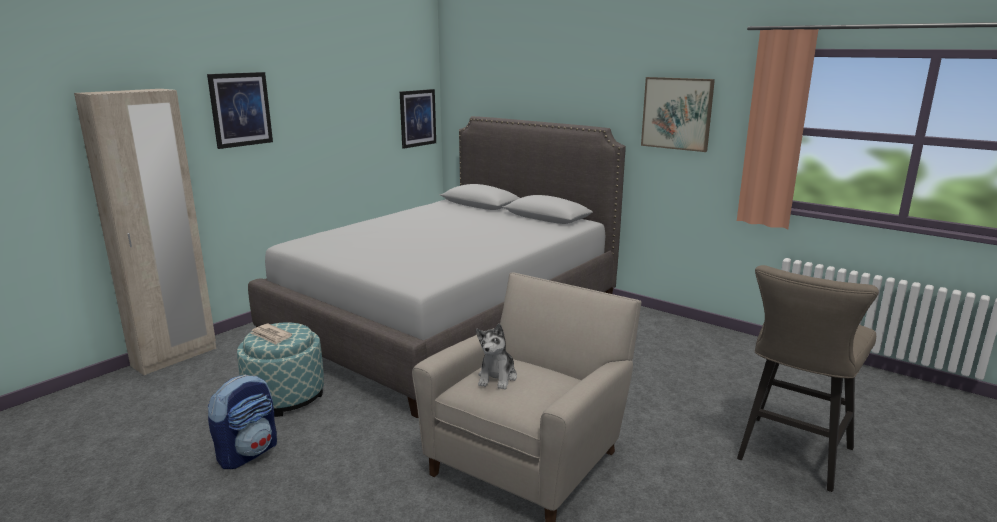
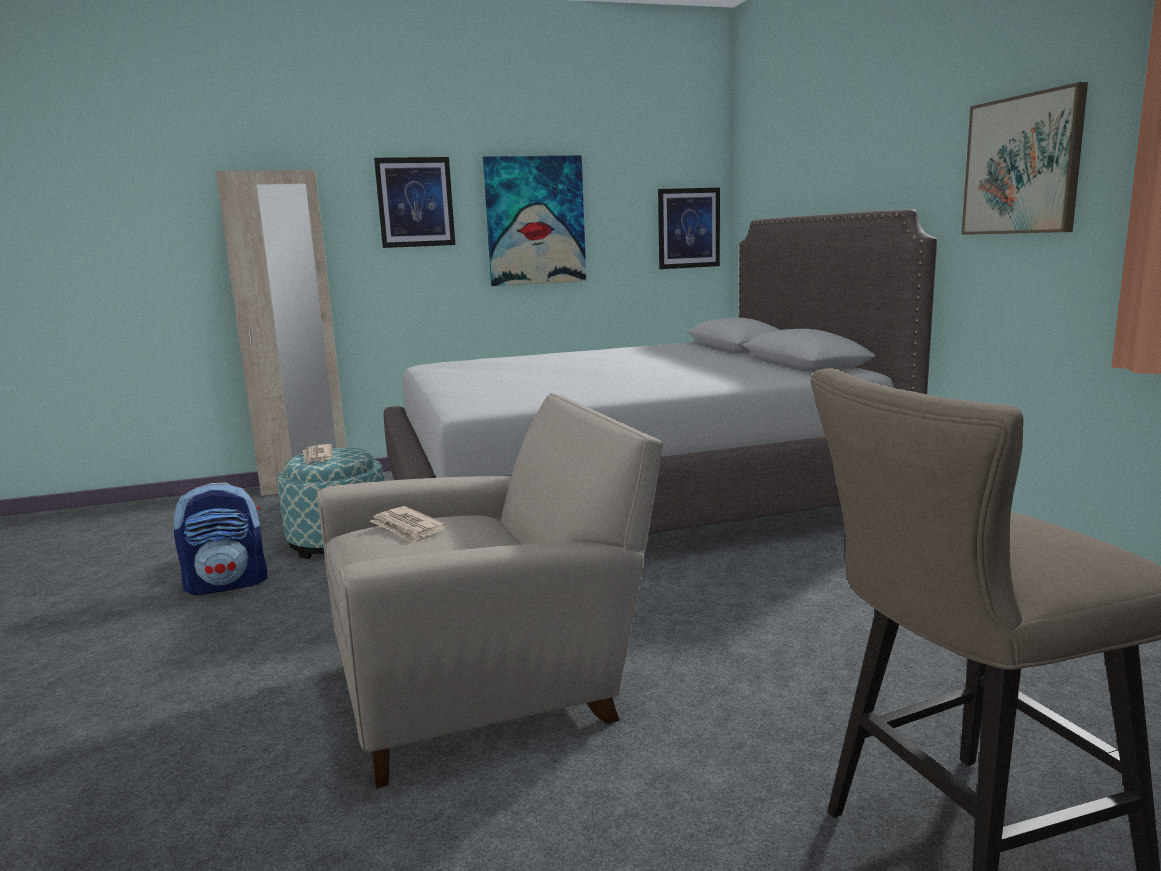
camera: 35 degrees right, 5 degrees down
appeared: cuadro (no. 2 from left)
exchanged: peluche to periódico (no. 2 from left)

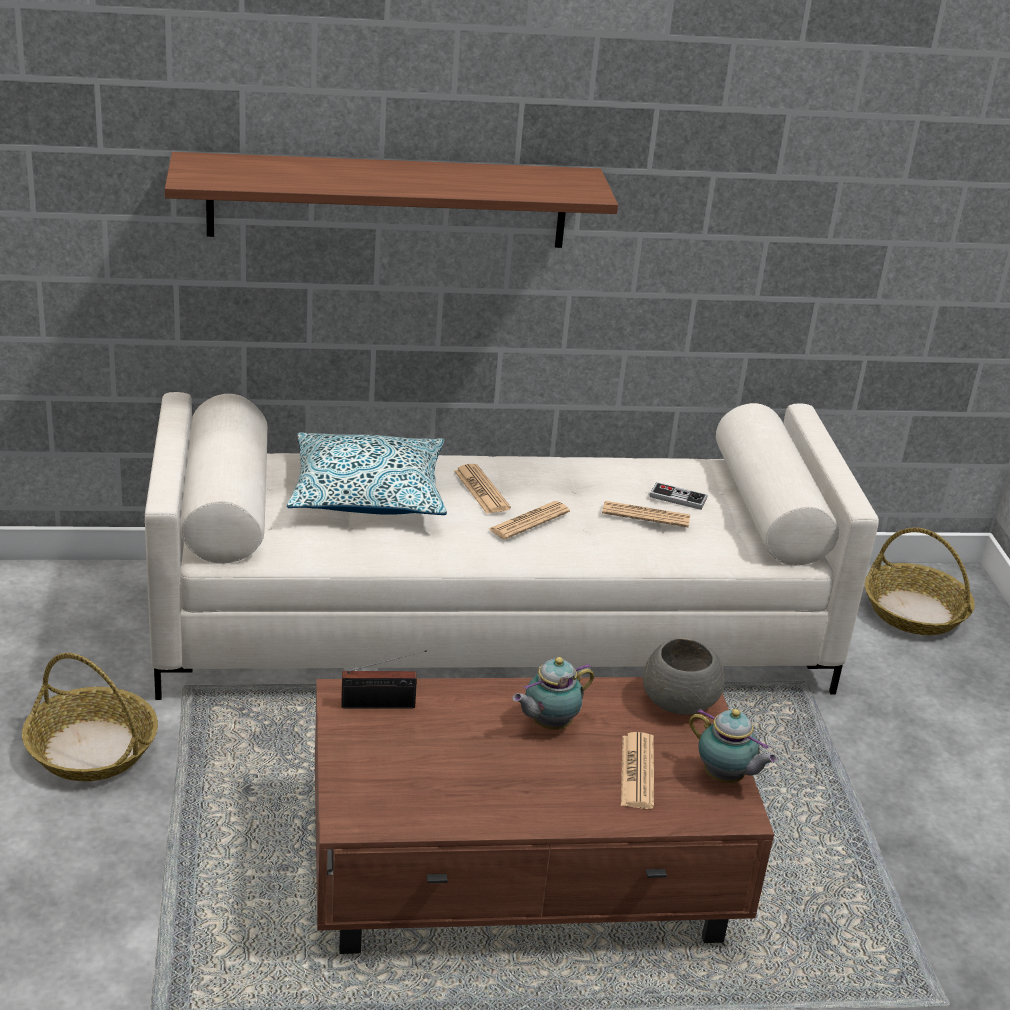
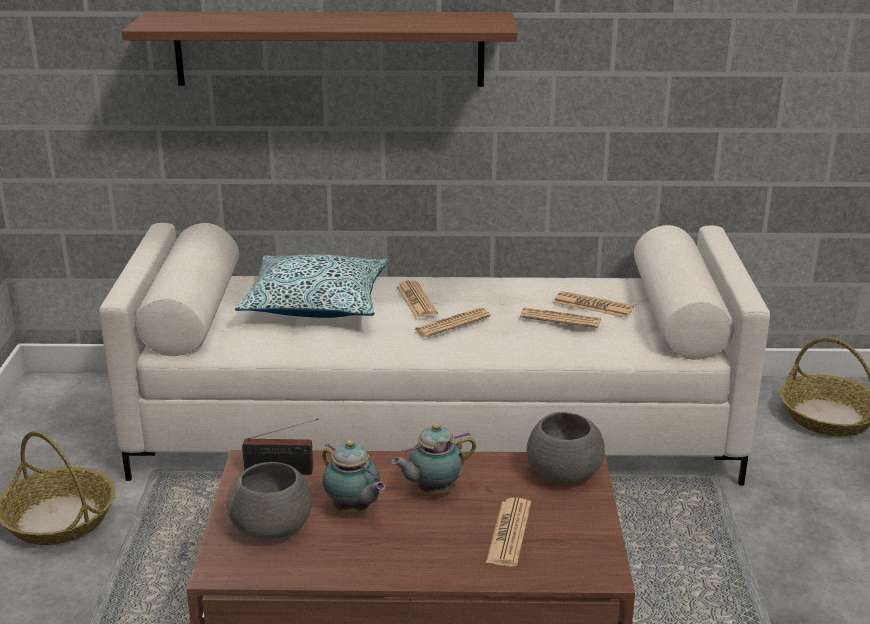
camera: 10 degrees right, 5 degrees down
appeared: cuenco/gris (no. 1 from left)
relocated: tetera (no. 2 from left in the first image) to tetera (no. 1 from left)
exchanged: mando de consola to periódico (no. 5 from left)

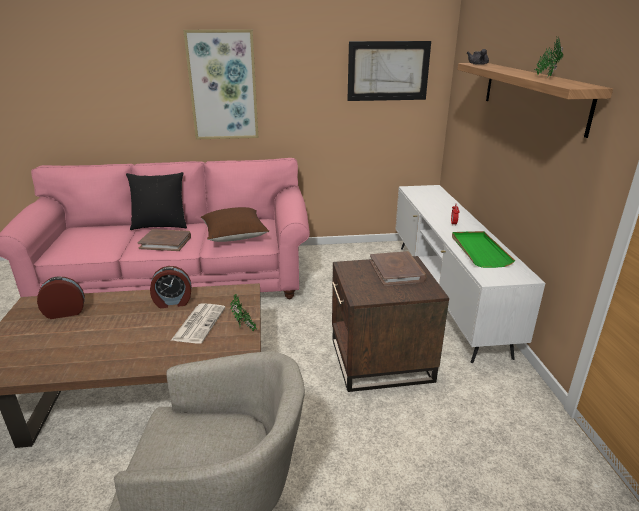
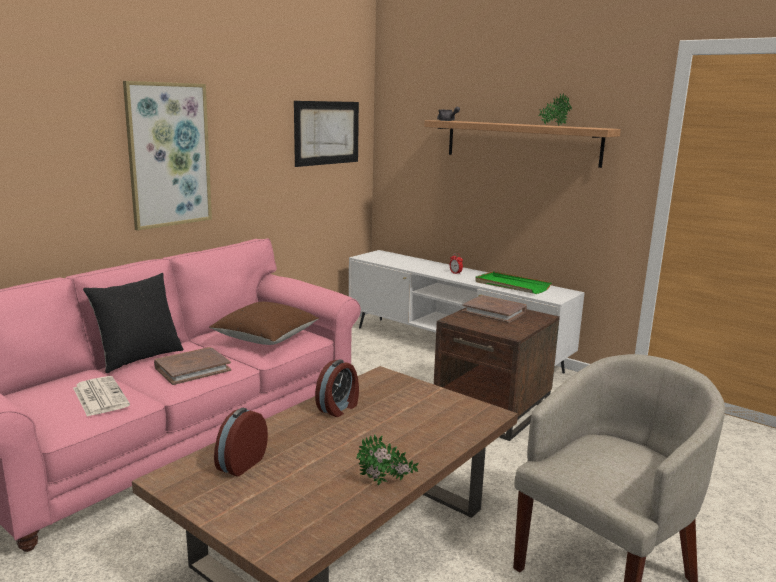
camera: 45 degrees left, 10 degrees down
relocated: periódico; planta en maceta (no. 1 from left)

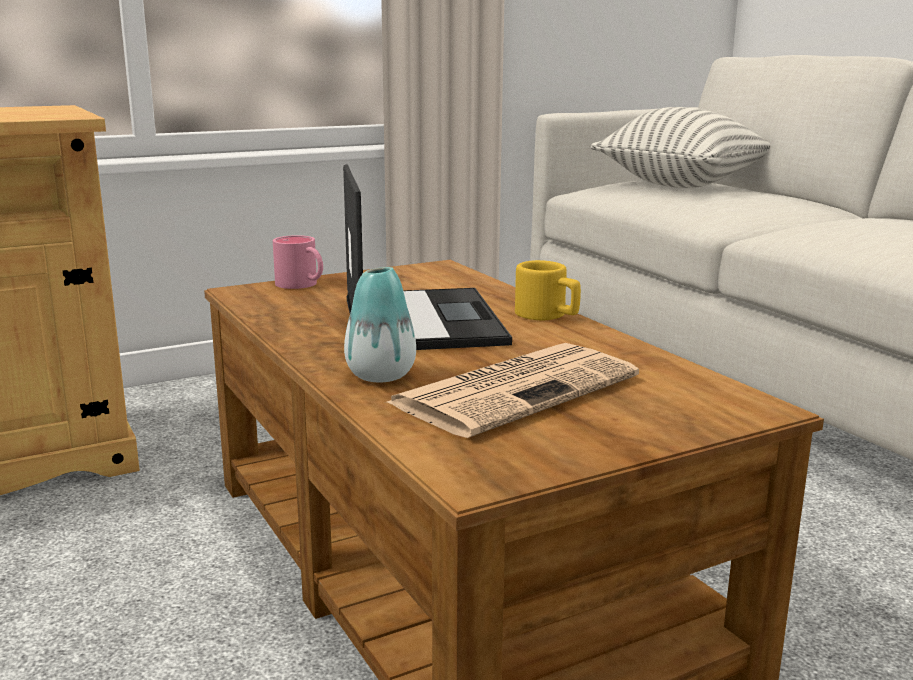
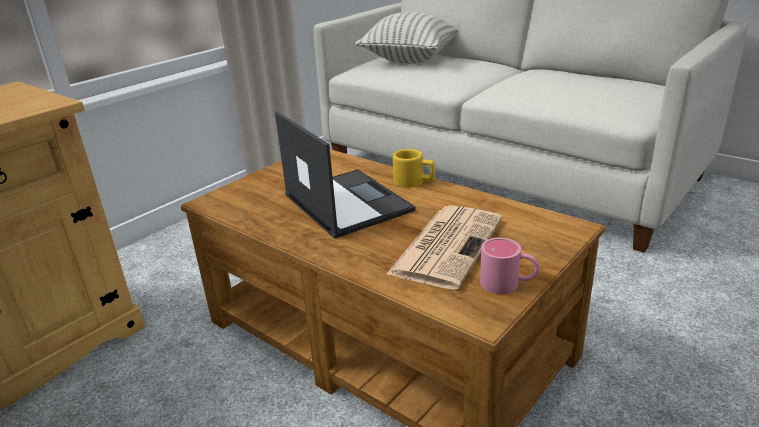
camera: 20 degrees left, 10 degrees up
missing: florero
relocated: taza grande/rosa

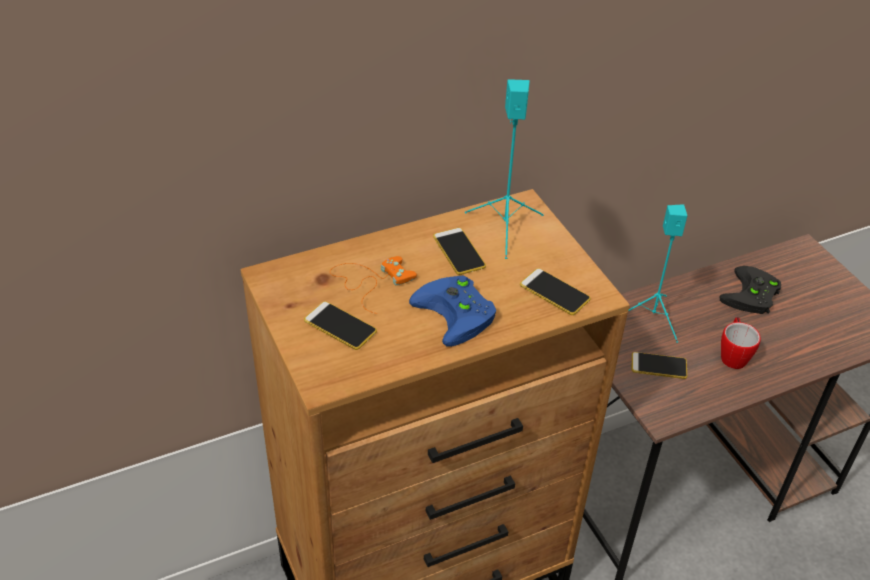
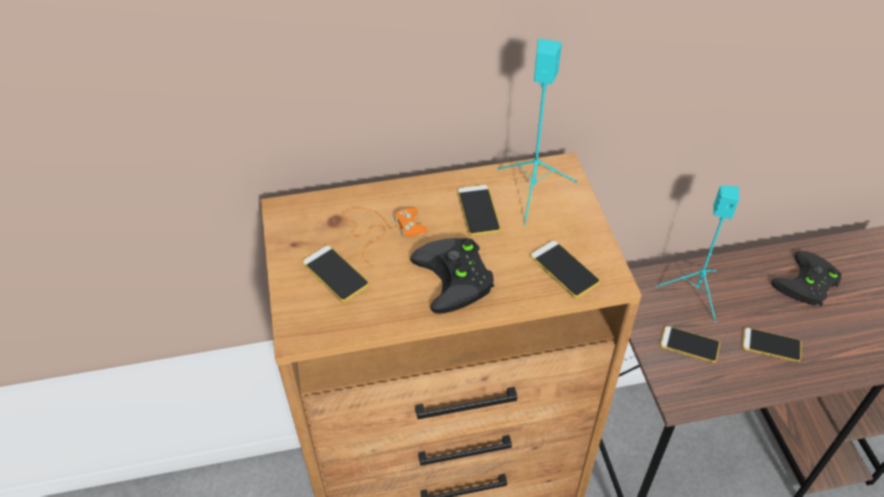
camera: 15 degrees right, 5 degrees up
exchanged: taza grande to móvil (no. 5 from left)
colour: mando de consola/azul to mando de consola/negro (no. 1 from left)

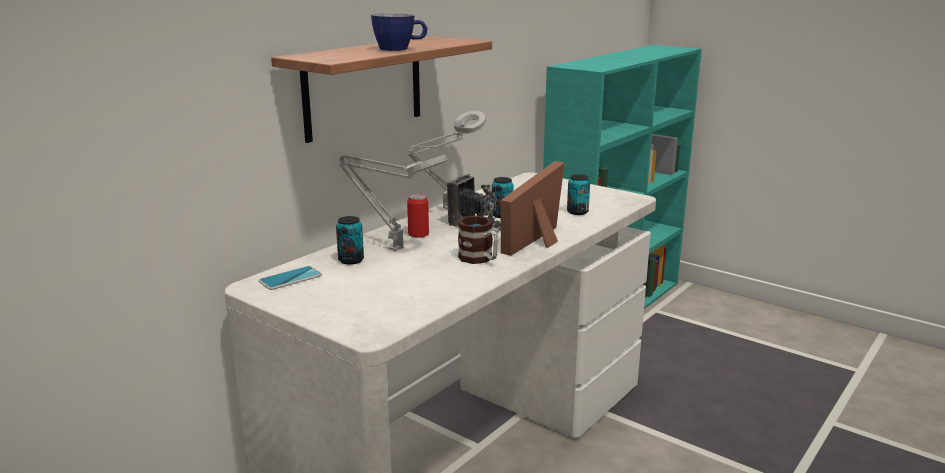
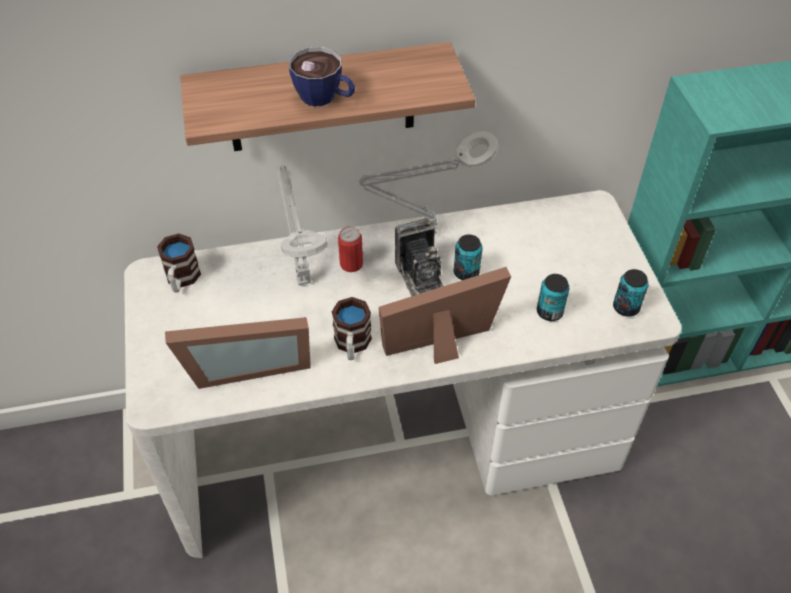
camera: 40 degrees right, 30 degrees up
appeared: portarretratos (no. 1 from left)
relocated: lata (no. 1 from left in the first image) to lata (no. 4 from left)
exchanged: móvil to taza grande (no. 1 from left)

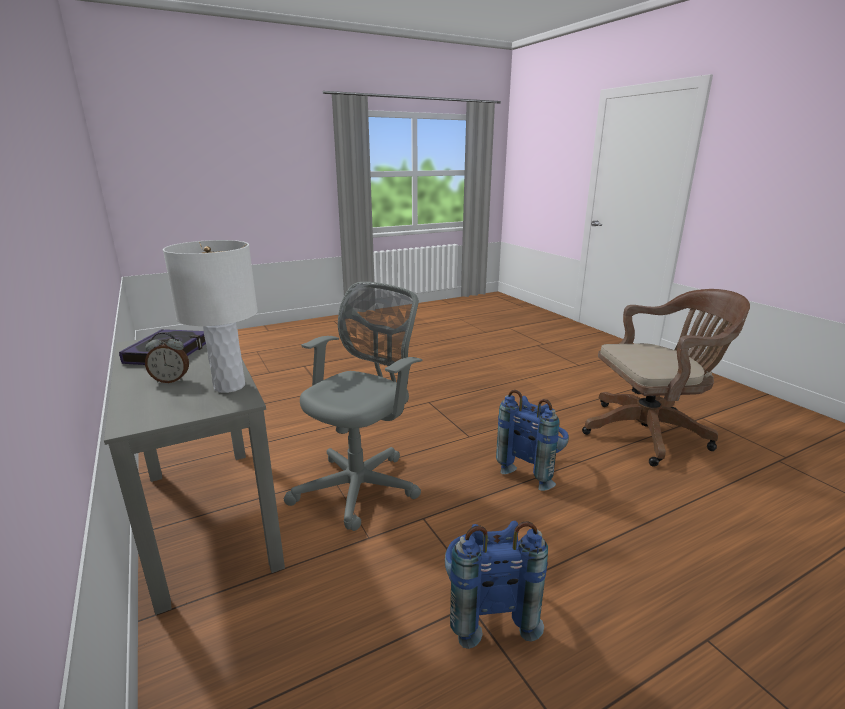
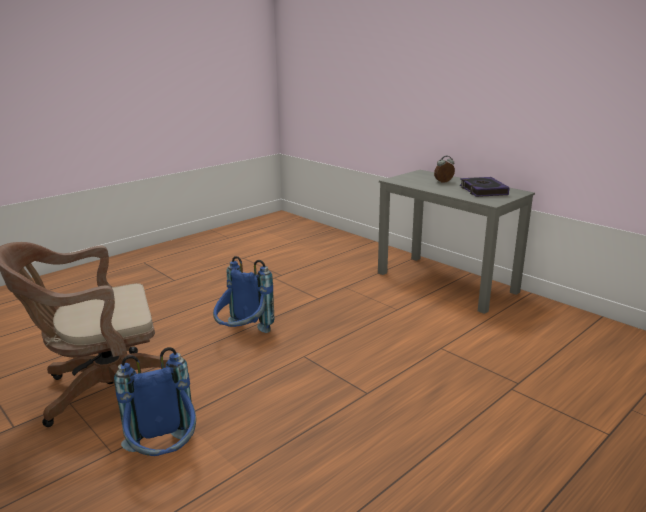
camera: 165 degrees right, 0 degrees up
missing: lámpara de mesa/blanco; silla de oficina/gris
relocated: mochila/azul (no. 1 from left)

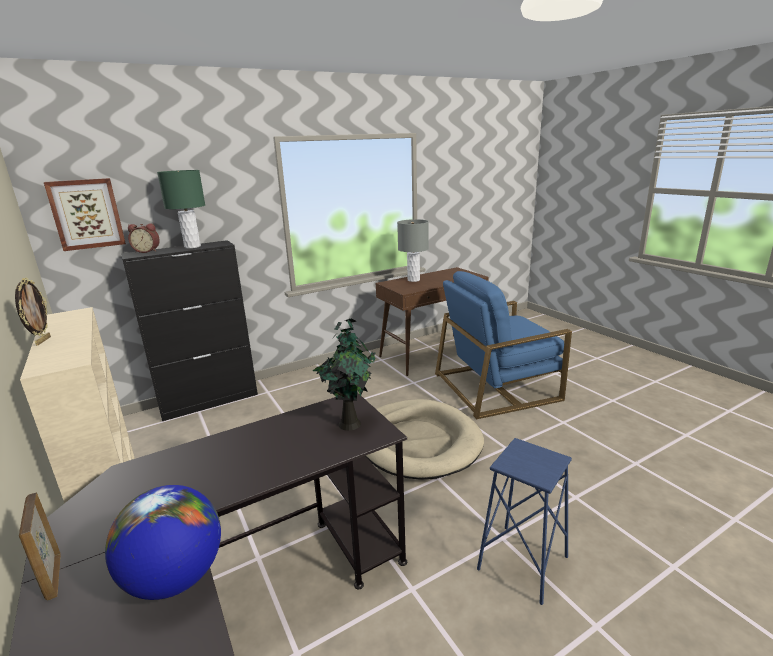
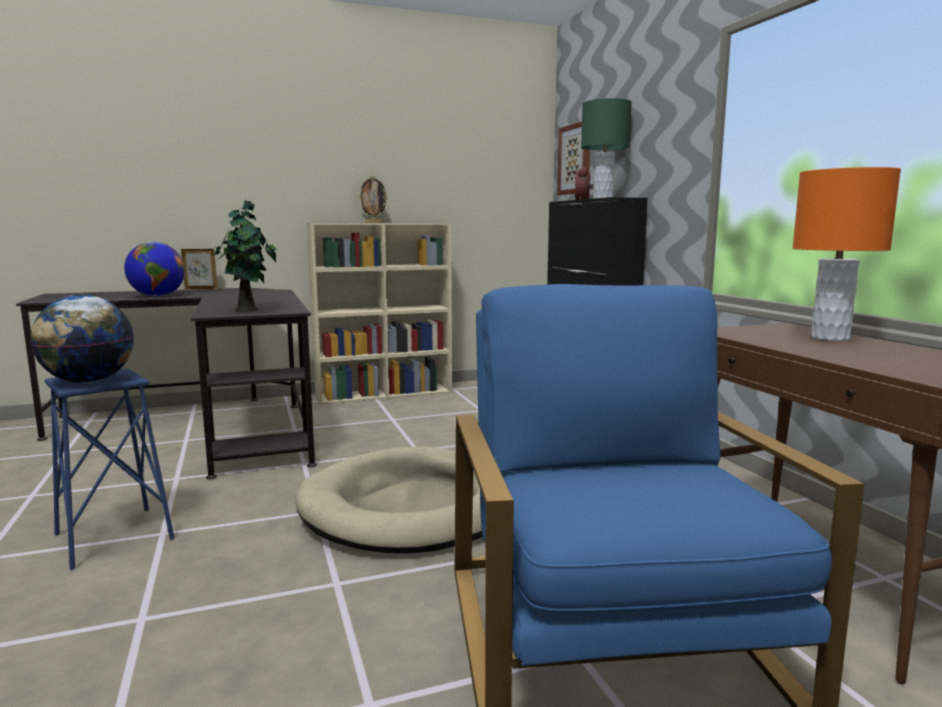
camera: 100 degrees right, 10 degrees down
appeared: globo terráqueo (no. 1 from left)
colour: lámpara de mesa/gris to lámpara de mesa/naranja

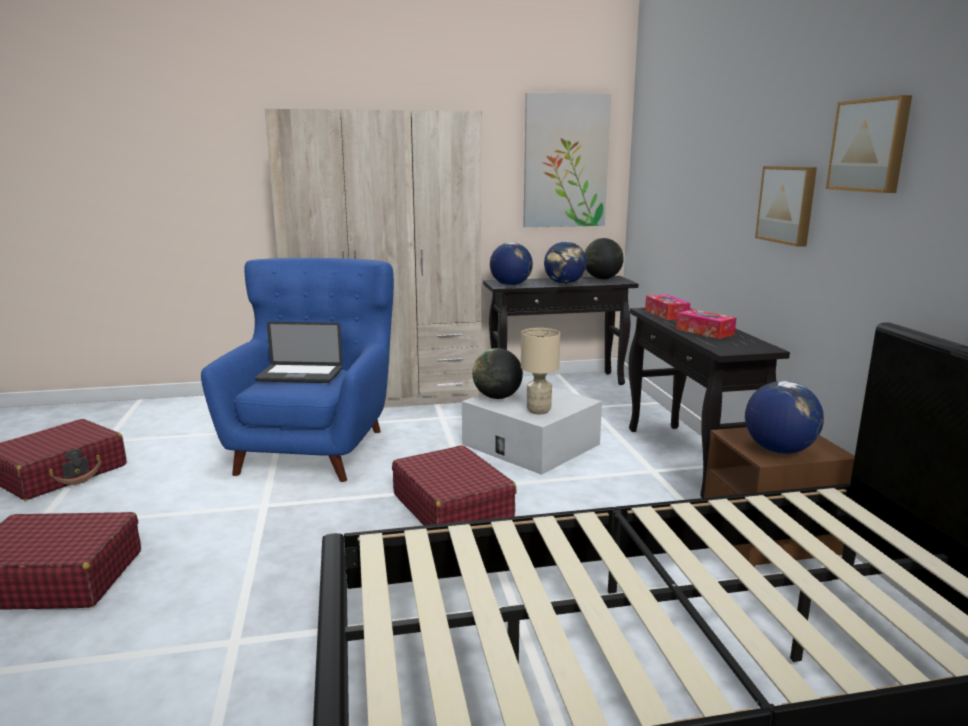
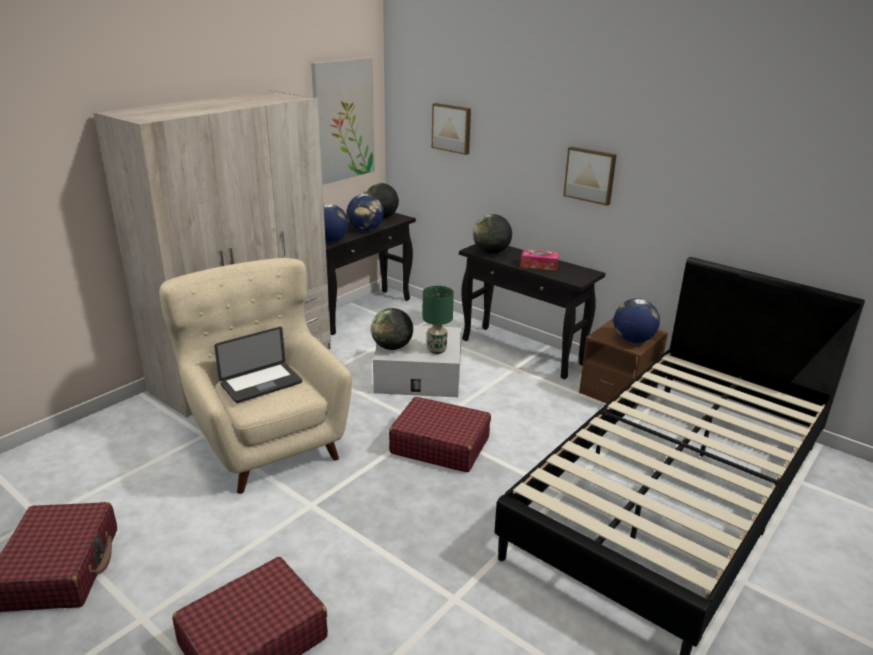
camera: 40 degrees left, 10 degrees up
relocated: cuadro (no. 3 from left in the first image) to cuadro (no. 2 from left)
exchanged: caja de pañuelos (no. 1 from left) to globo terráqueo (no. 5 from left)
colour: sillón/azul to sillón/beis; lámpara de mesa/beis to lámpara de mesa/verde

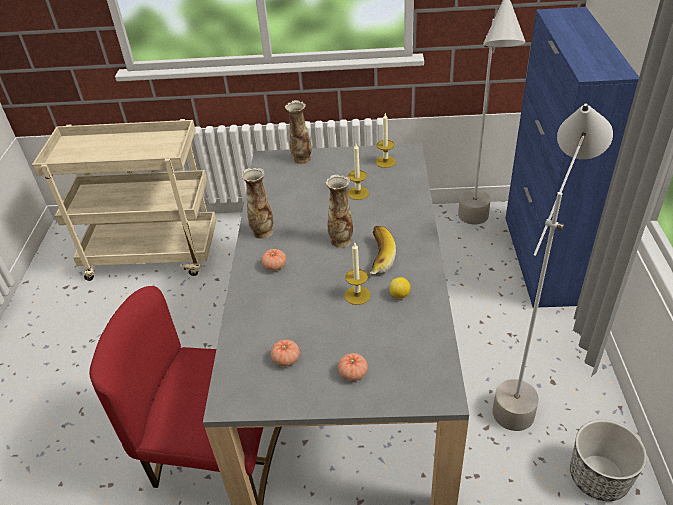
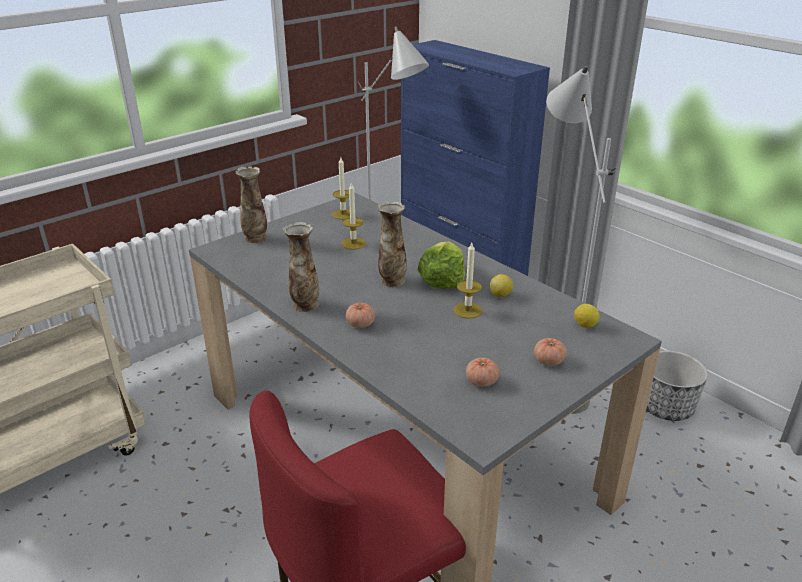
camera: 45 degrees left, 10 degrees down
appeared: limón (no. 2 from left)
exchanged: plátano to lechuga

